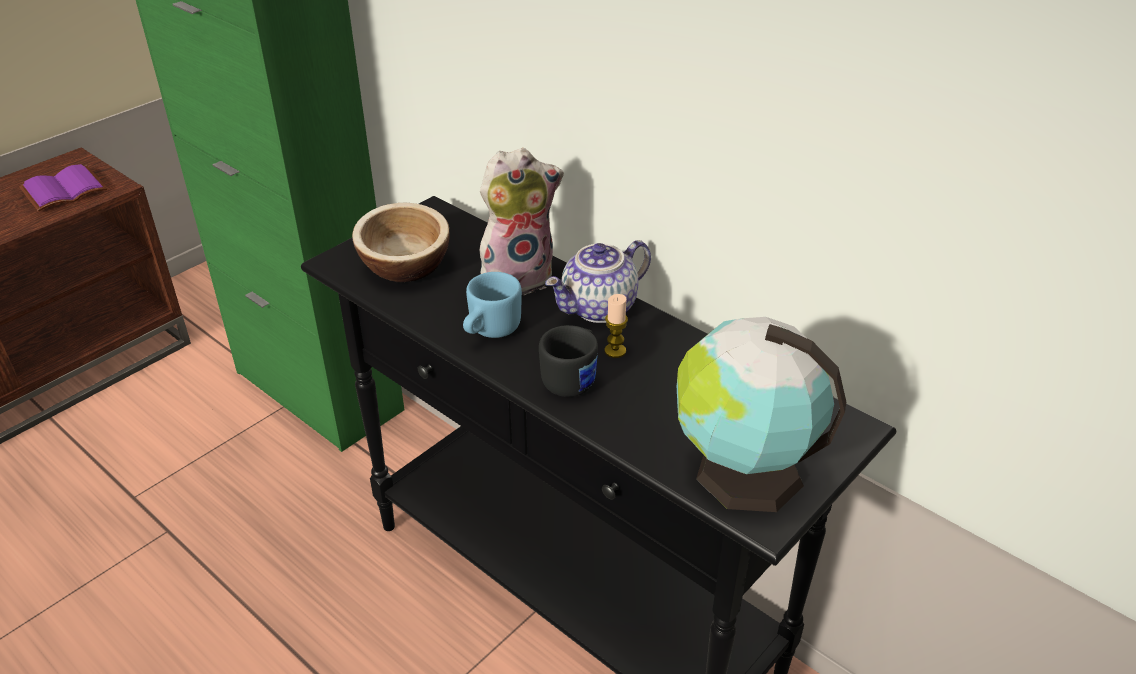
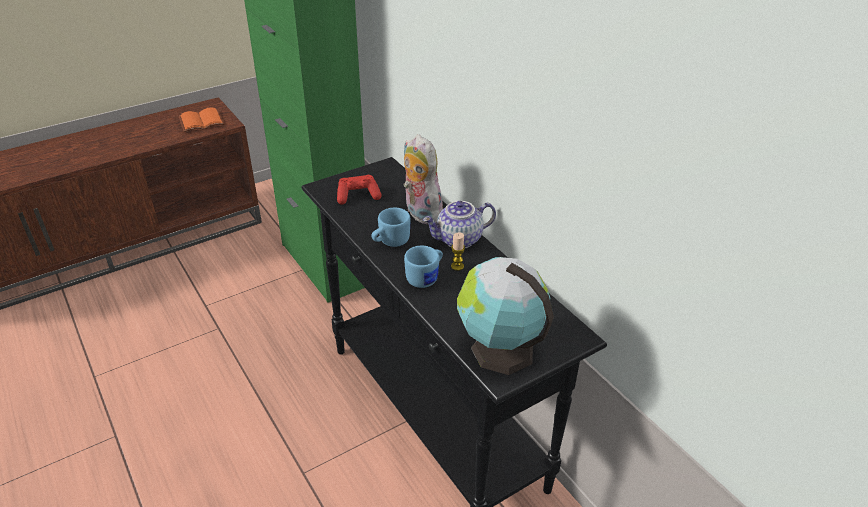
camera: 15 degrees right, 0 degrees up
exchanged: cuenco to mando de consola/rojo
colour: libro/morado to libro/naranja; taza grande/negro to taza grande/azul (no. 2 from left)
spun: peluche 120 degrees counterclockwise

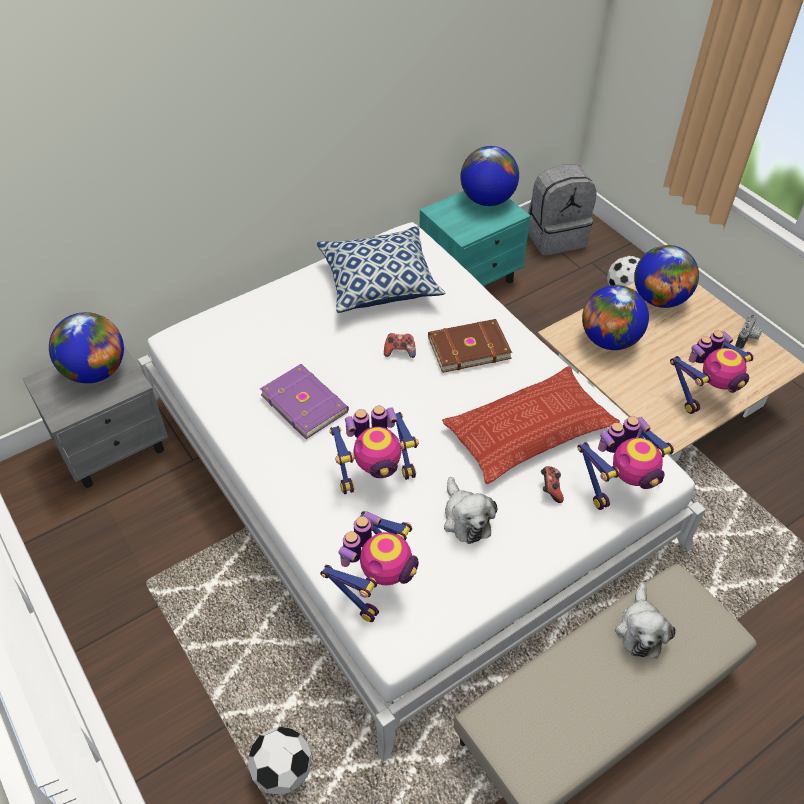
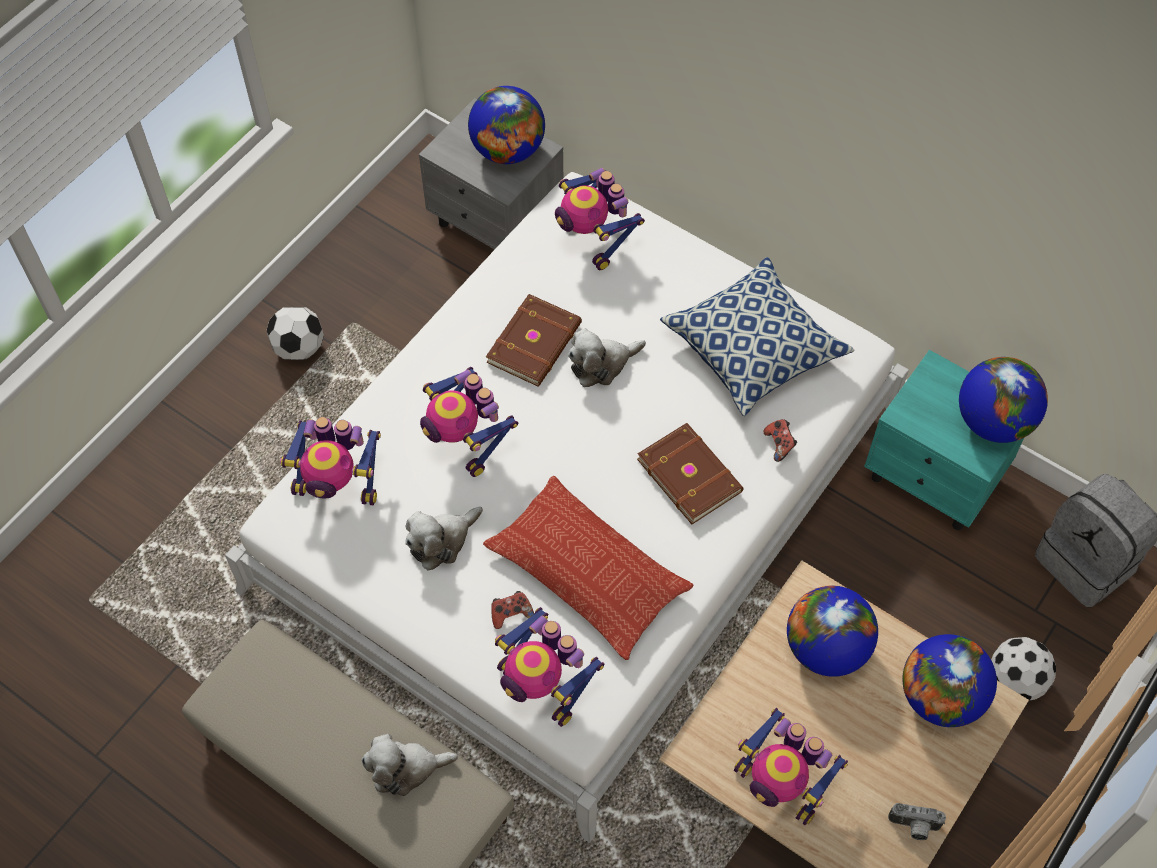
camera: 70 degrees right, 10 degrees up
appeared: robot de juguete (no. 4 from left); peluche (no. 3 from left)
relocated: balón de fútbol (no. 1 from left); mando de consola (no. 1 from left in the first image) to mando de consola (no. 2 from left)
colour: libro/morado to libro/marrón (no. 1 from left)

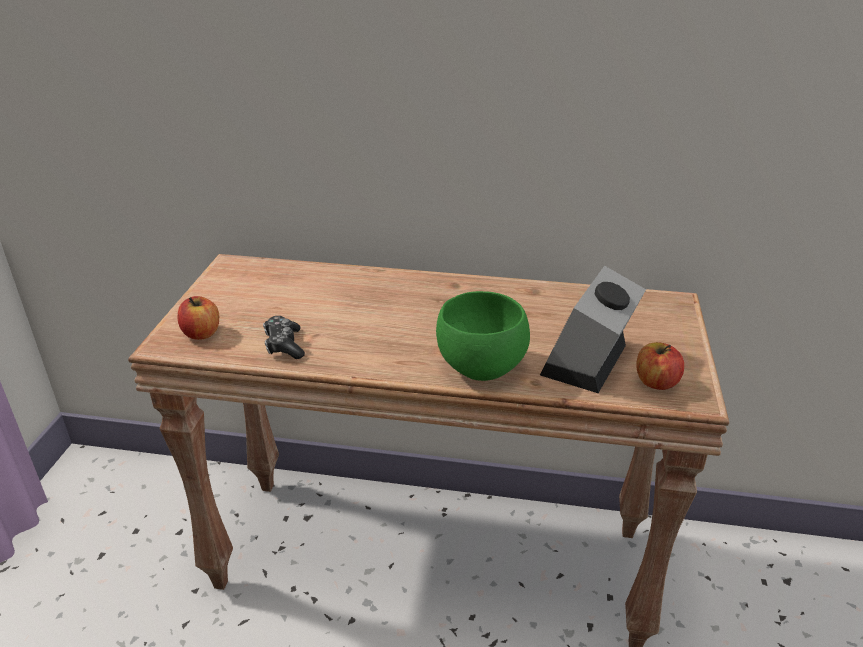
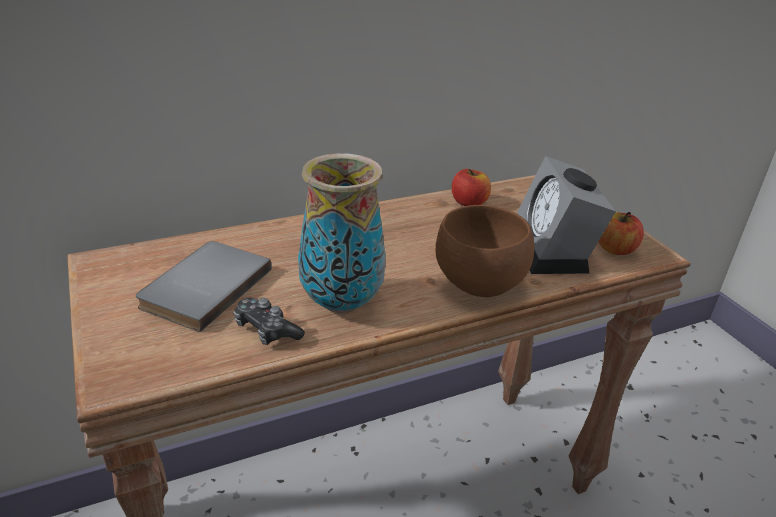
camera: 35 degrees left, 0 degrees up
appeared: libro/gris; florero
relocated: manzana (no. 1 from left)
colour: cuenco/verde to cuenco/marrón

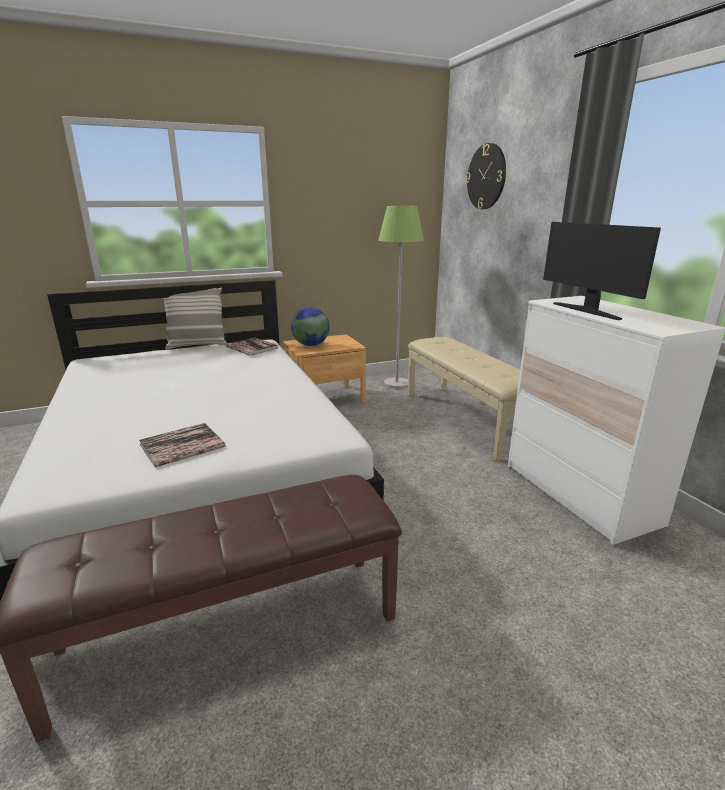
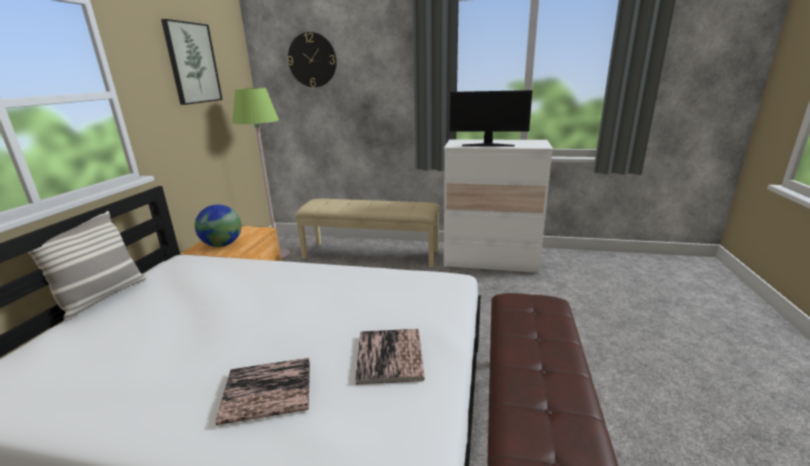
camera: 55 degrees left, 0 degrees up
appeared: cuadro
relocated: libro (no. 2 from left in the first image) to libro (no. 1 from left)

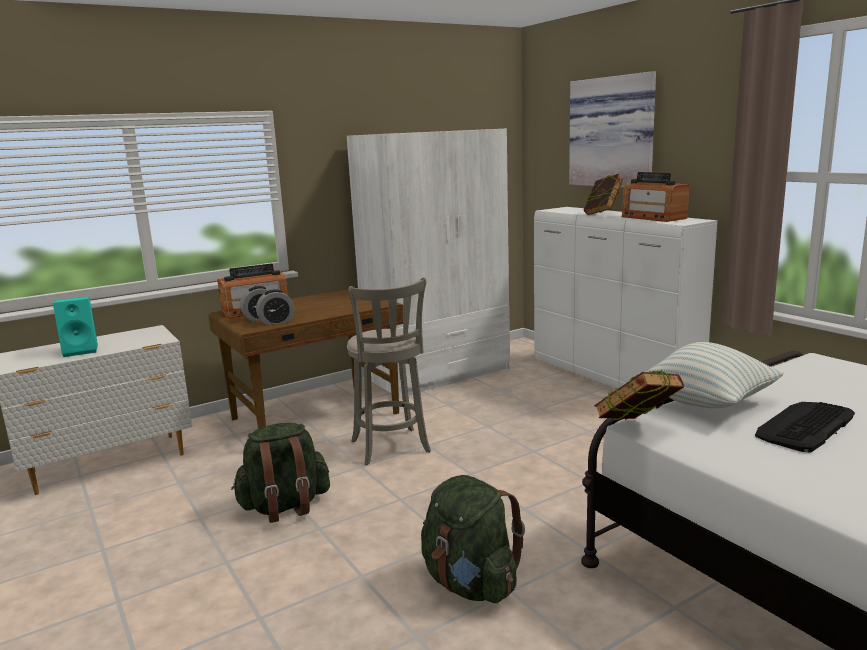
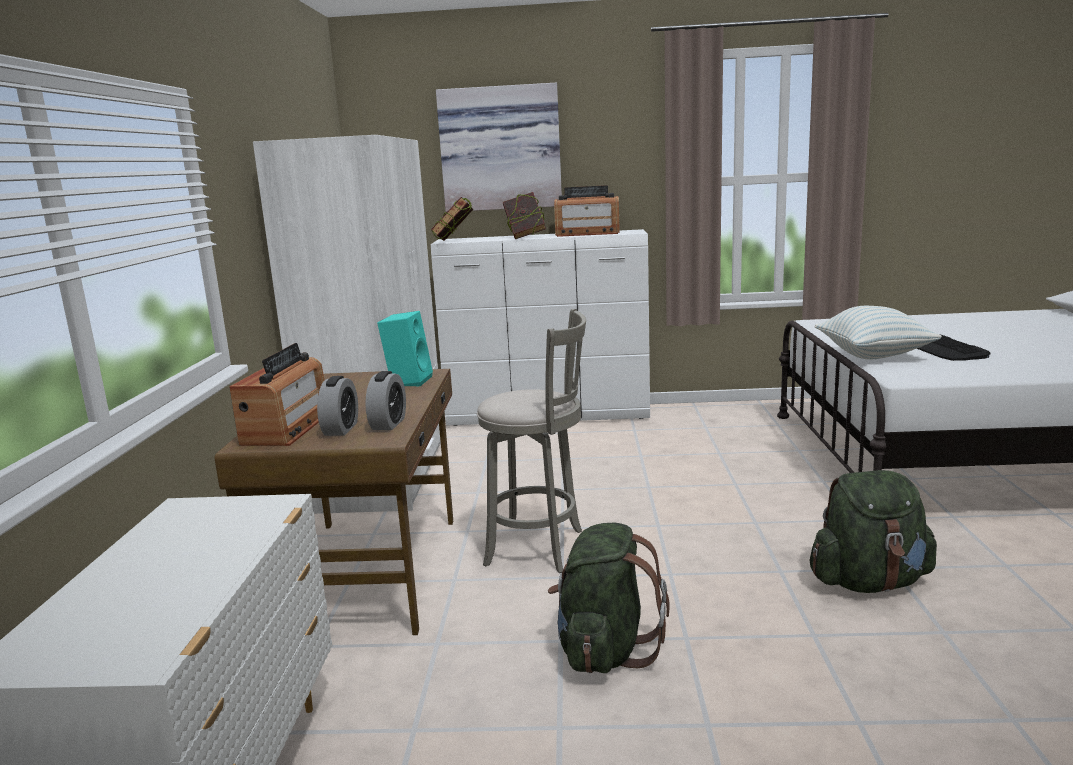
camera: 55 degrees left, 0 degrees up
relocated: altavoz/turquesa; libro (no. 2 from left in the first image) to libro (no. 1 from left)

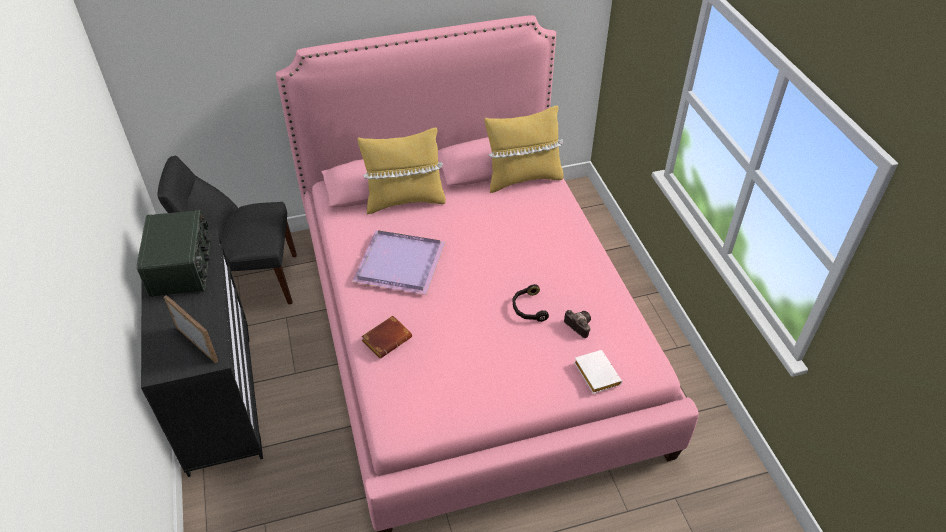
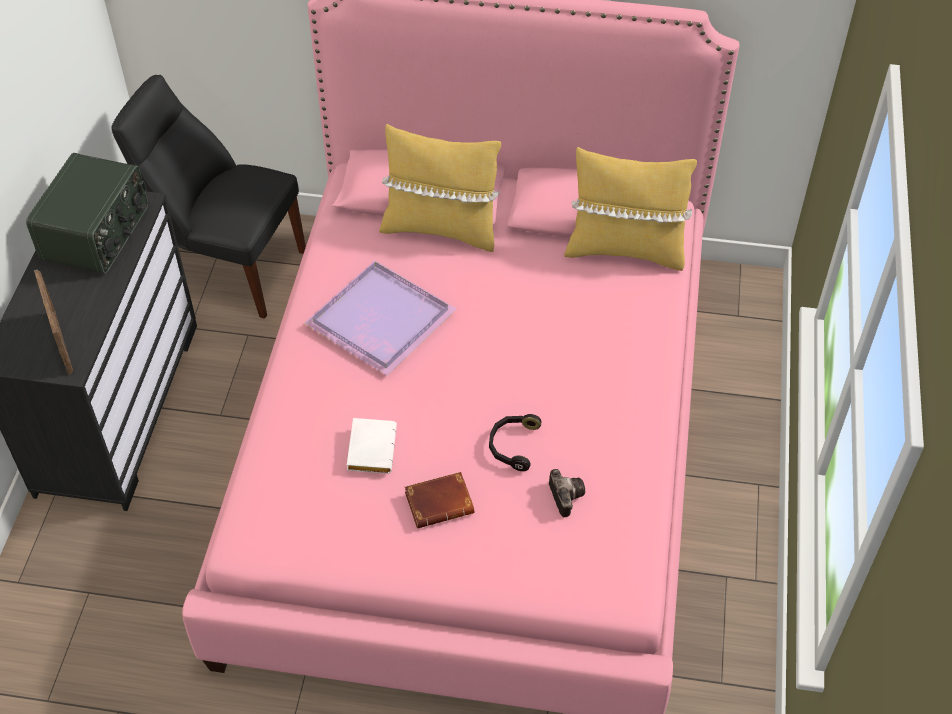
camera: 25 degrees right, 5 degrees up
relocated: libro/marrón; libro/blanco

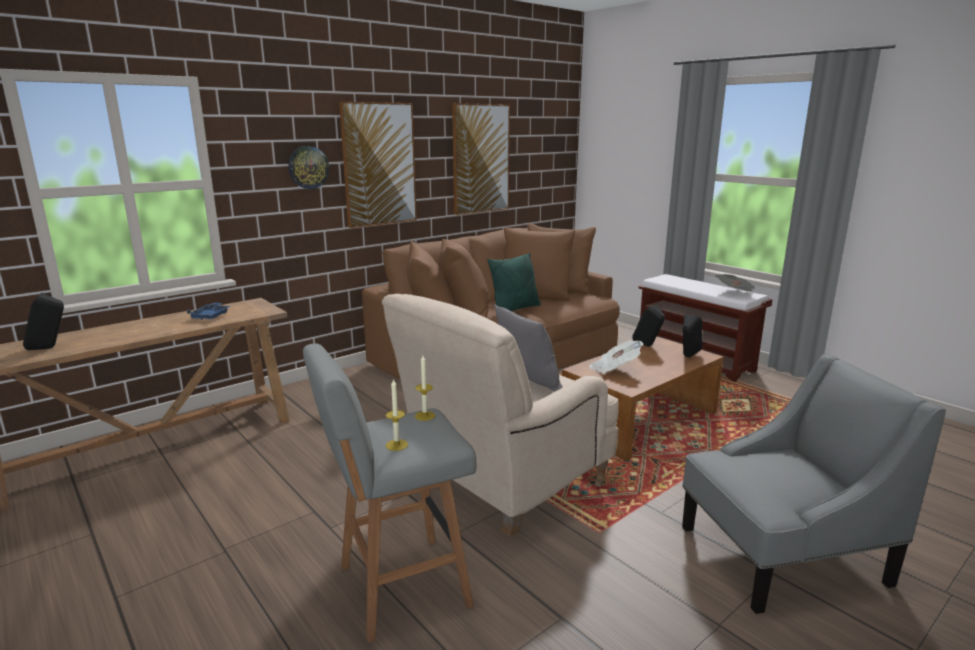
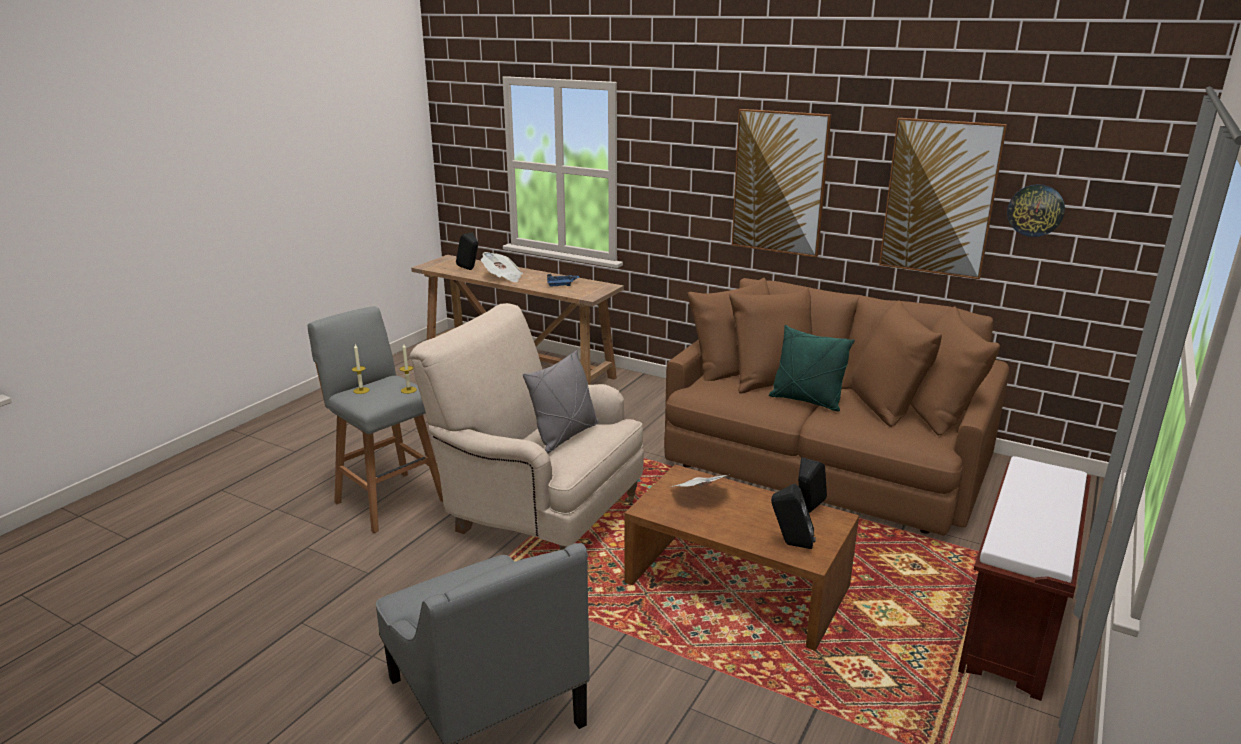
camera: 70 degrees right, 5 degrees up
relocated: reloj de pared; periódico (no. 2 from left in the first image) to periódico (no. 1 from left)

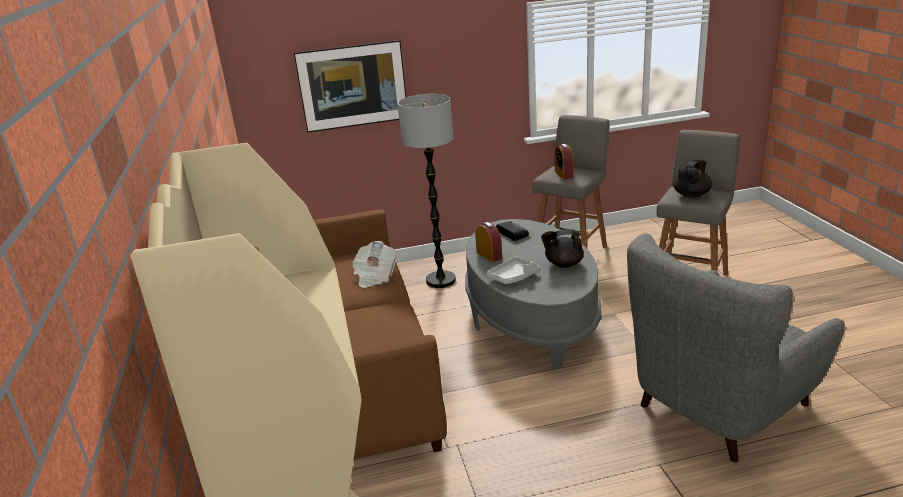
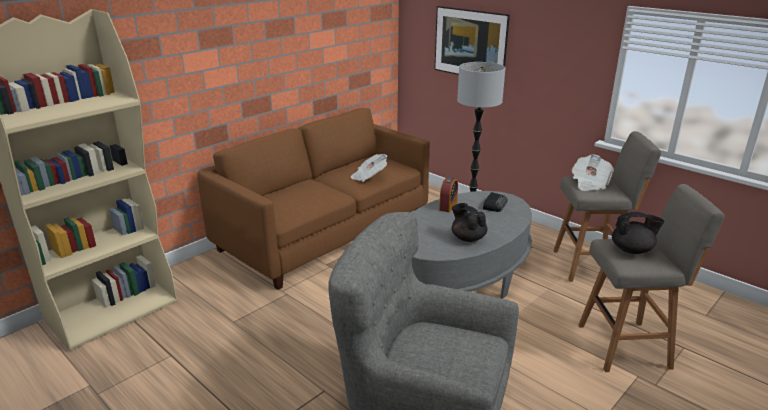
camera: 55 degrees right, 0 degrees up
missing: bandeja/gris
exchanged: despertador (no. 2 from left) to periódico (no. 2 from left)

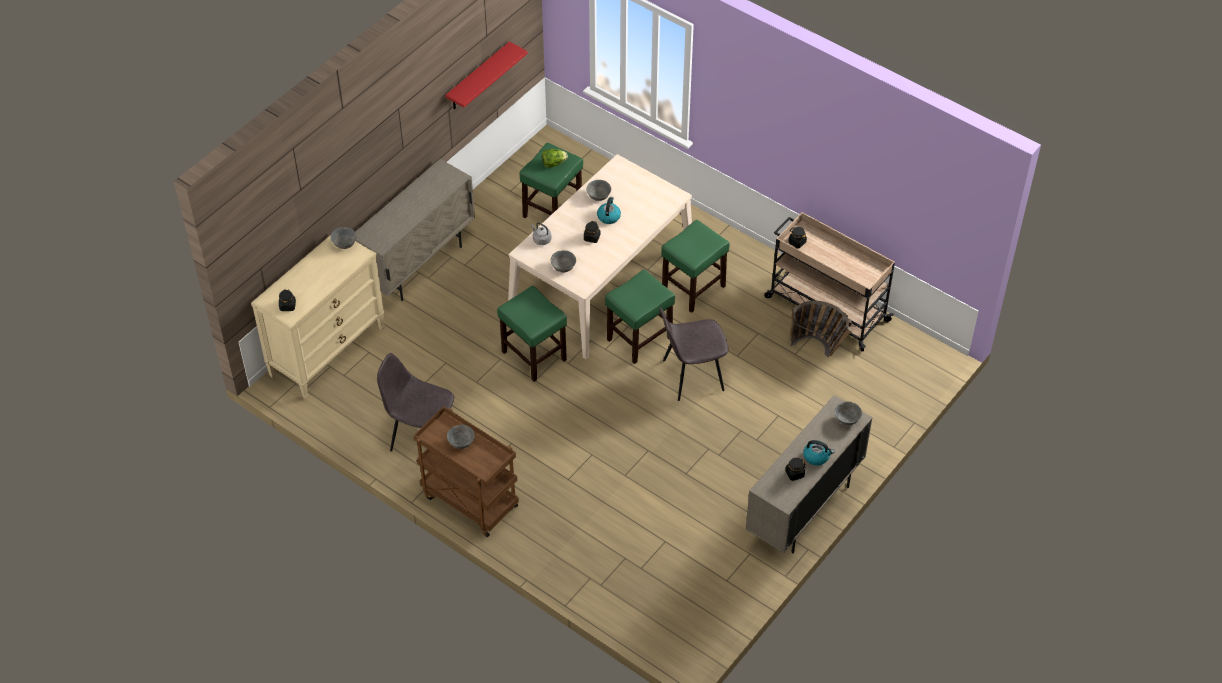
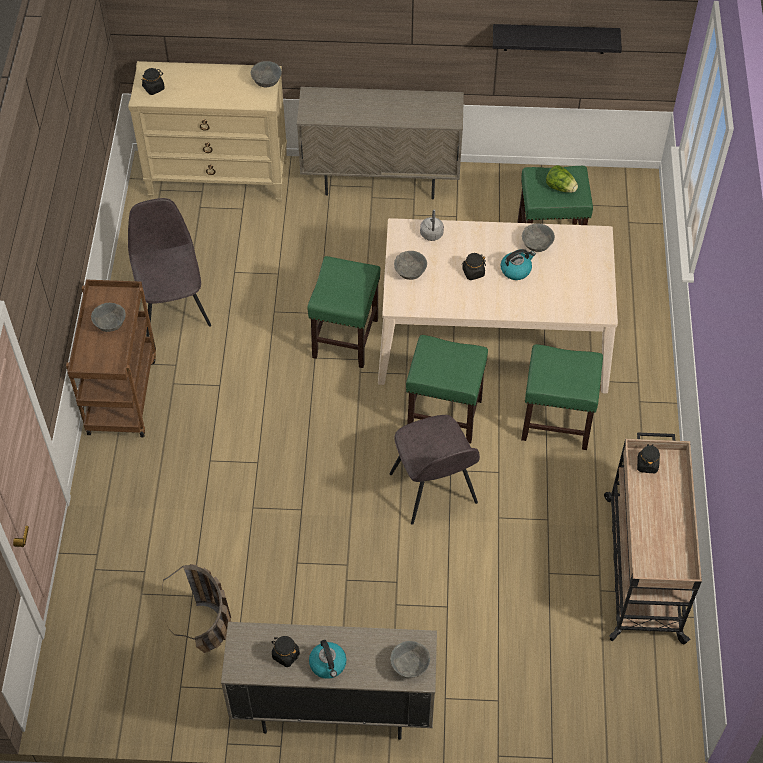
camera: 55 degrees right, 5 degrees up
relocated: cesta
colour: estante/rojo to estante/negro
spun: silla/gris (no. 2 from left) 150 degrees counterclockwise

